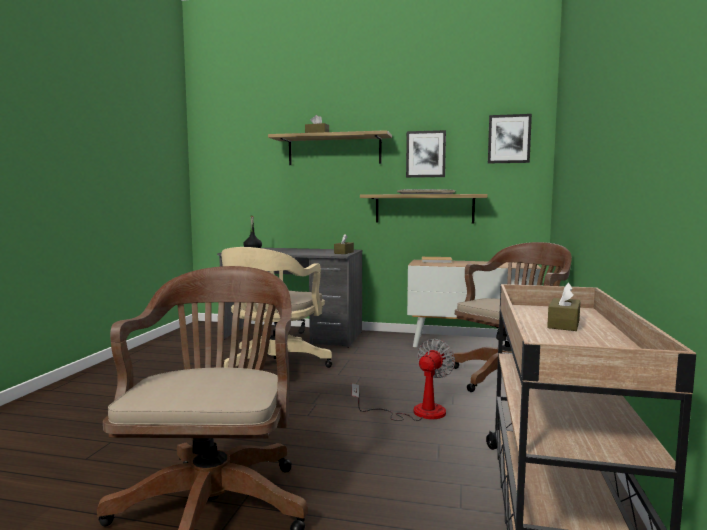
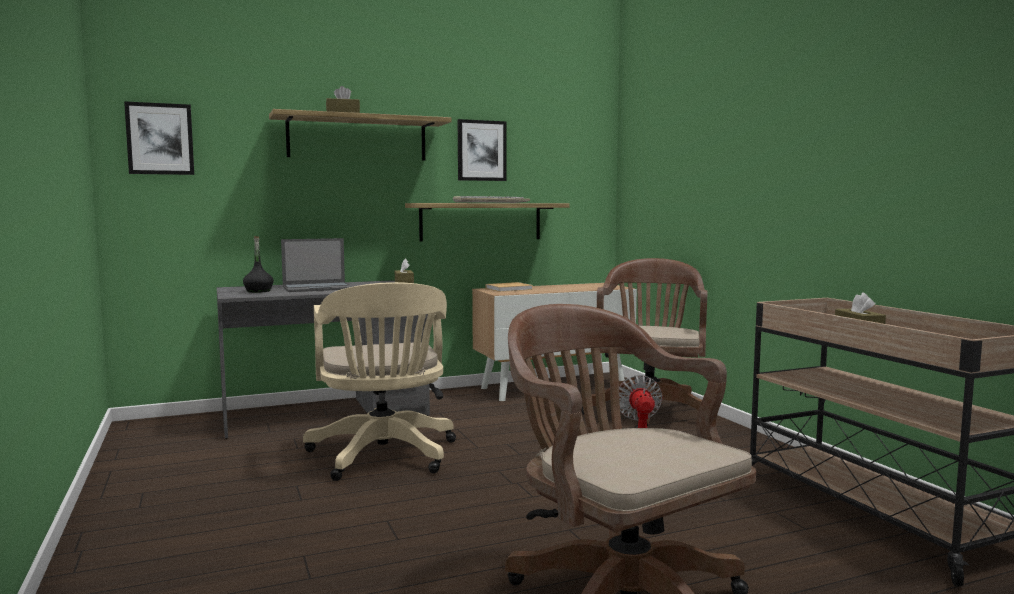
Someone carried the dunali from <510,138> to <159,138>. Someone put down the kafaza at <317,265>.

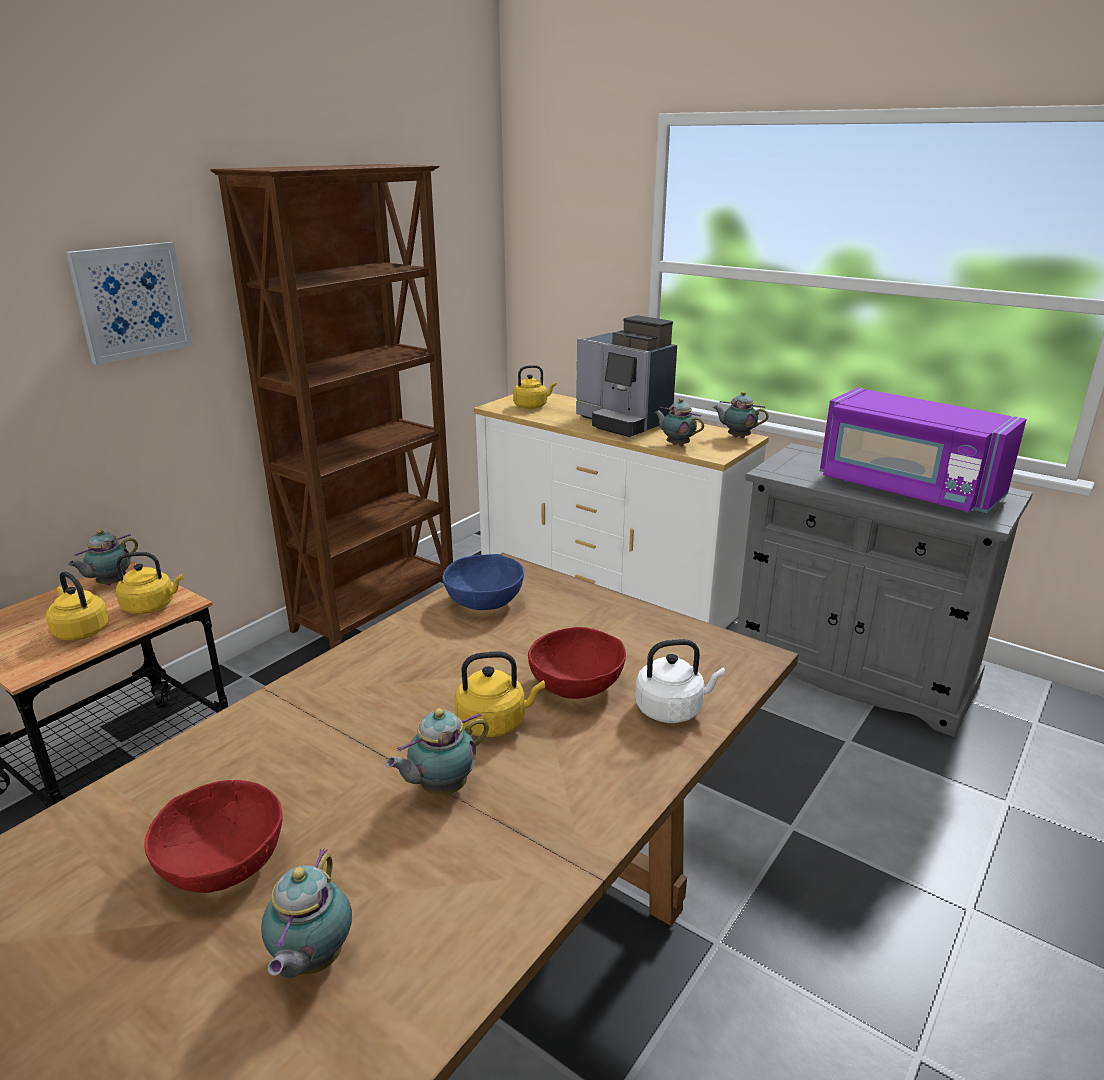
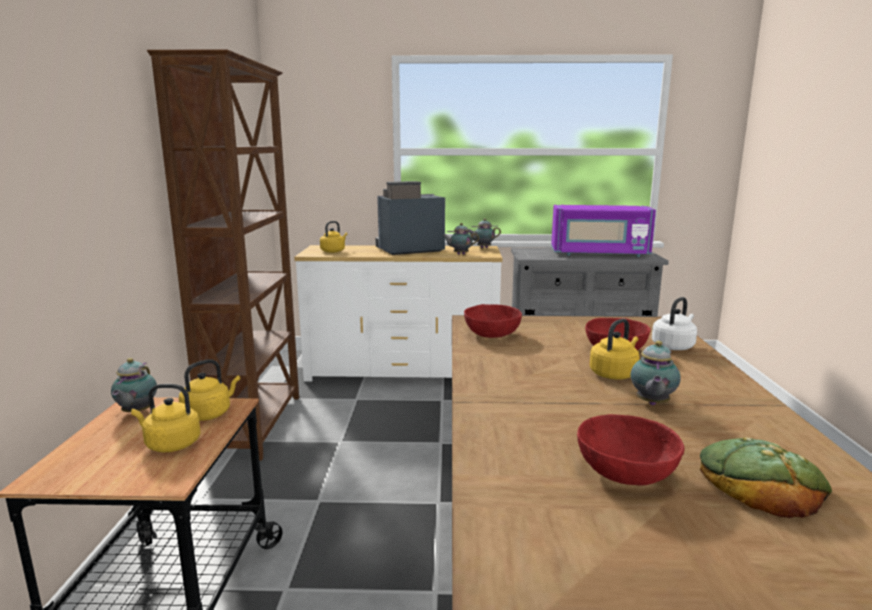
Someone took away the dunali at <129,303>. Someone rotated the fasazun at <626,376> by 150 degrees clockwise. Someone repainted the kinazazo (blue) at <483,582>, which became the kinazazo (red) at <493,321>. Someone swapped the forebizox at <306,913> for the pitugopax at <766,477>.

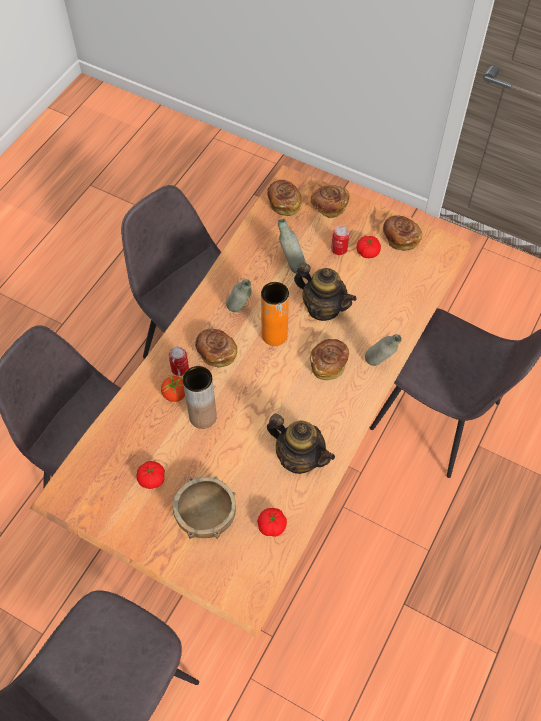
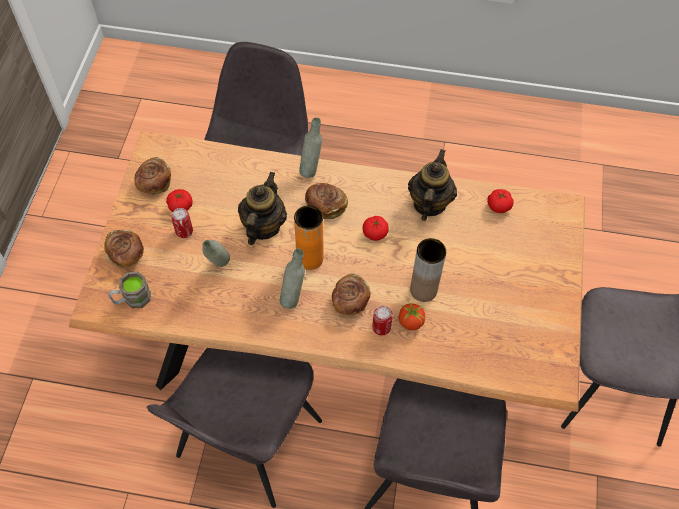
Someone swapped the pitugopax at <284,198> for the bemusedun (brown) at <129,289>. Someone carried the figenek from <150,475> to <376,228>. Someone took away the kinazazo (brown) at <204,507>.

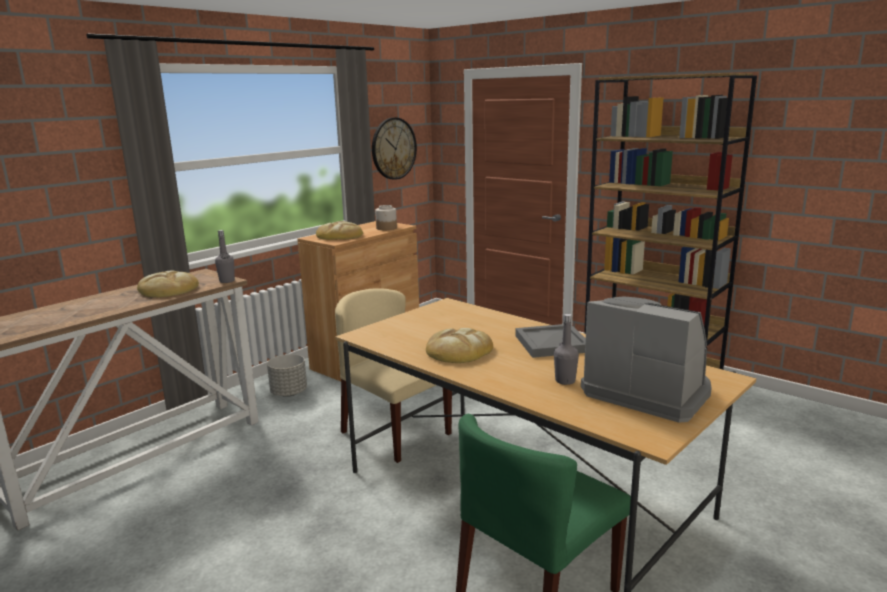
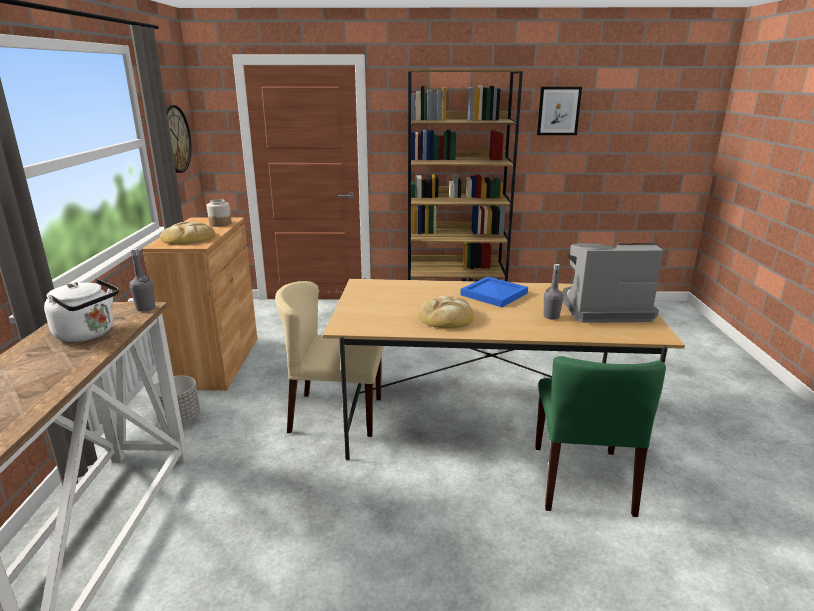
Someone swapped the pitugopax at <168,284> for the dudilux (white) at <81,310>. Someone repainted the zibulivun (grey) at <550,341>, which became the zibulivun (blue) at <494,291>. Someone put up the dunali at <559,111>.

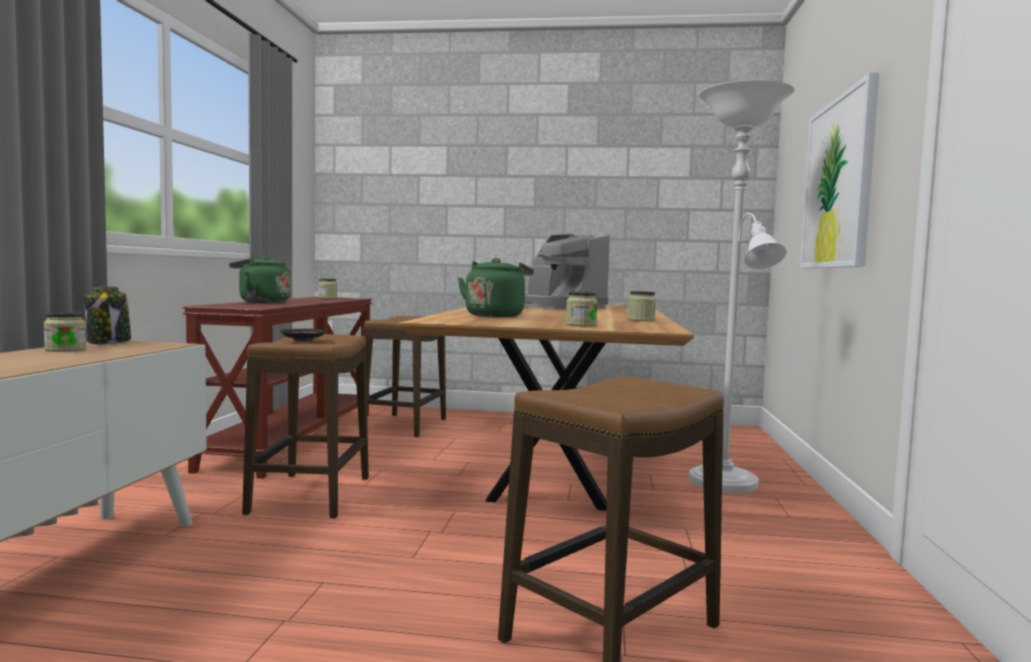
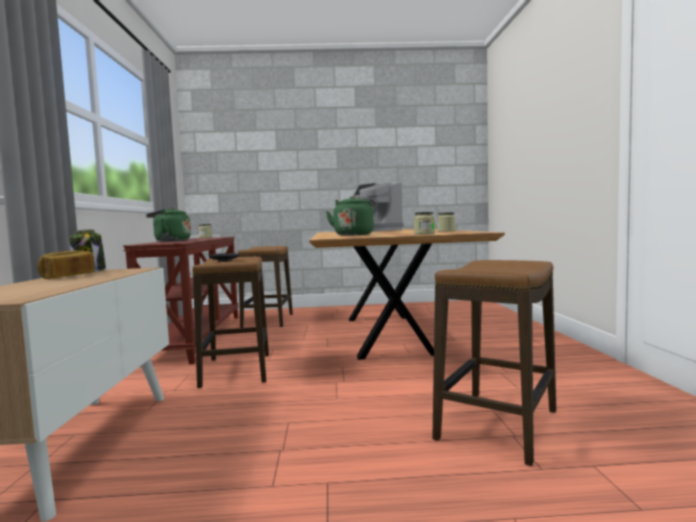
Someone took away the dunali at <839,170>. Someone took away the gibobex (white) at <742,286>. Someone swapped the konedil at <65,332> for the pitugopax at <65,264>.

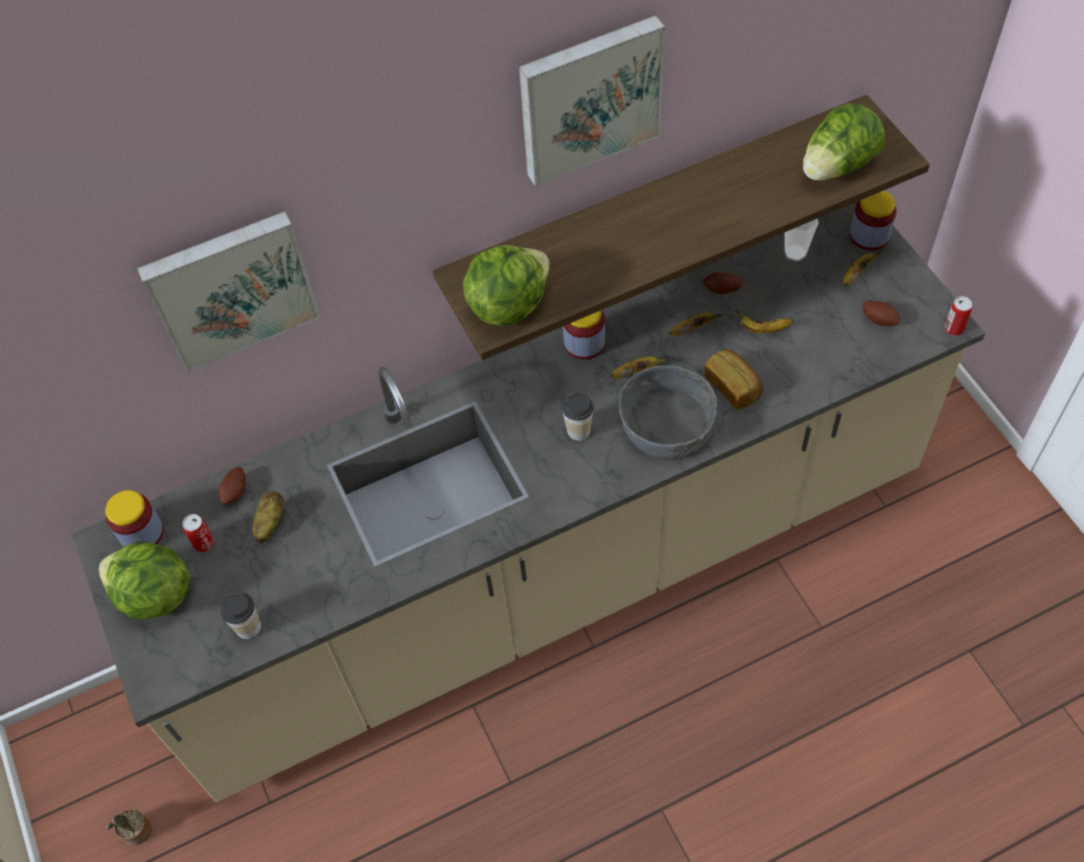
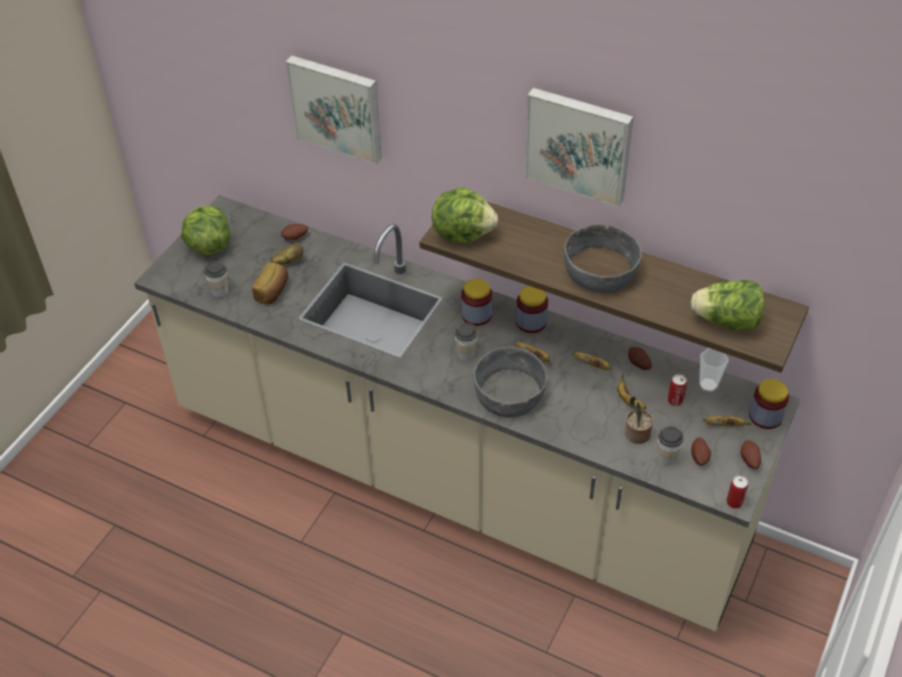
Someone carried the pitugopax from <733,379> to <270,283>. Someone carried the konedil from <134,518> to <476,302>. Someone carried the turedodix from <198,533> to <677,390>. Someone carried the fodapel from <129,827> to <639,420>. Someone put down the kinazazo (grey) at <603,258>. Someone put down the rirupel at <670,446>. Someone put down the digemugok at <750,454>.

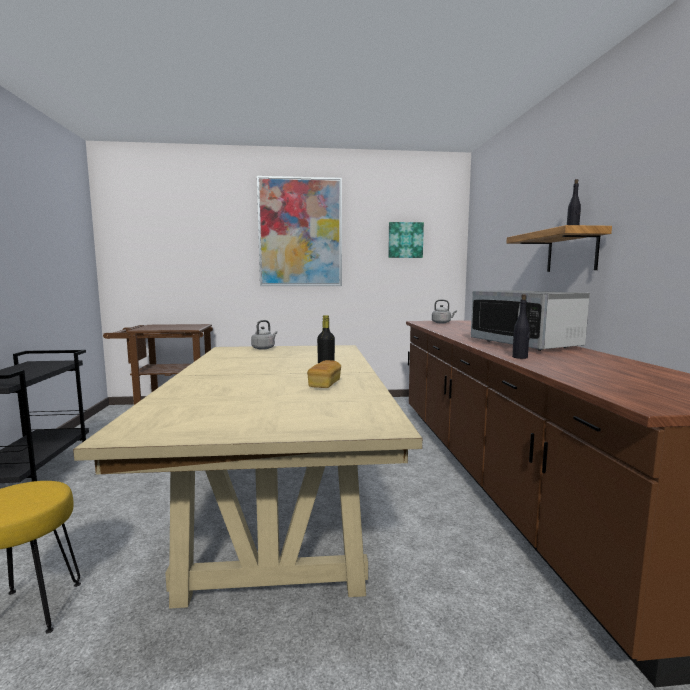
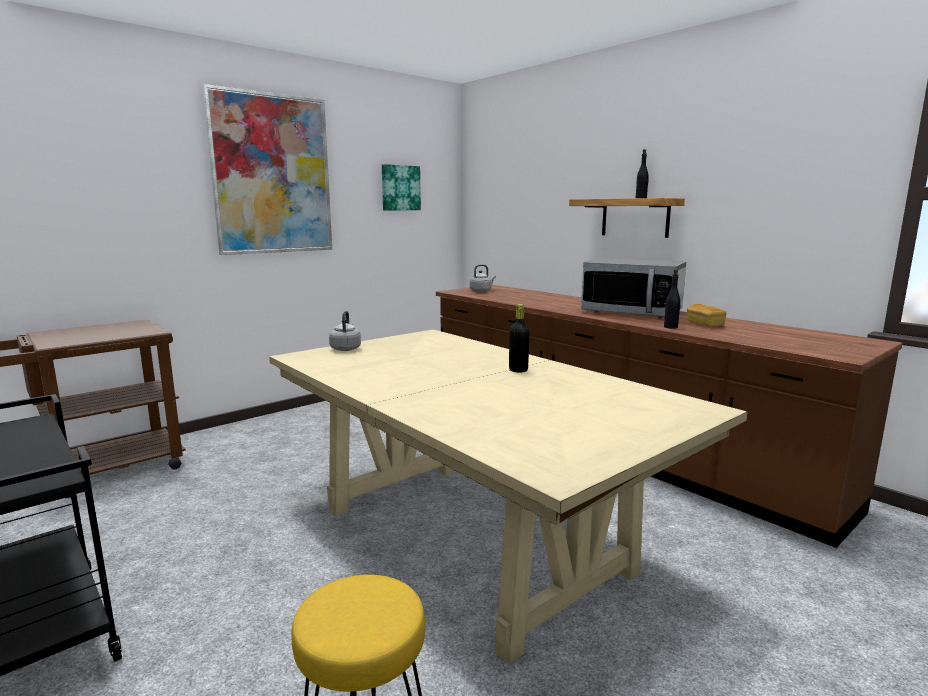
Someone carried the pitugopax from <324,374> to <706,315>.

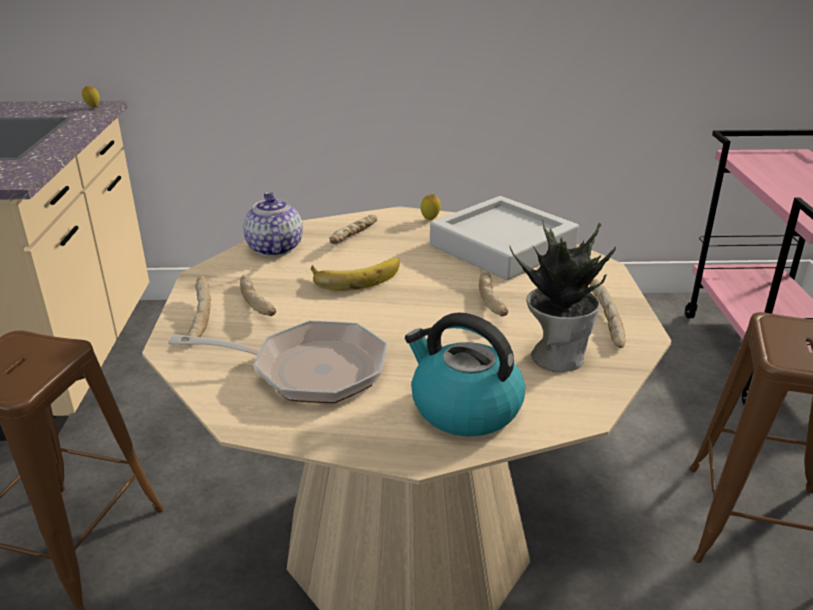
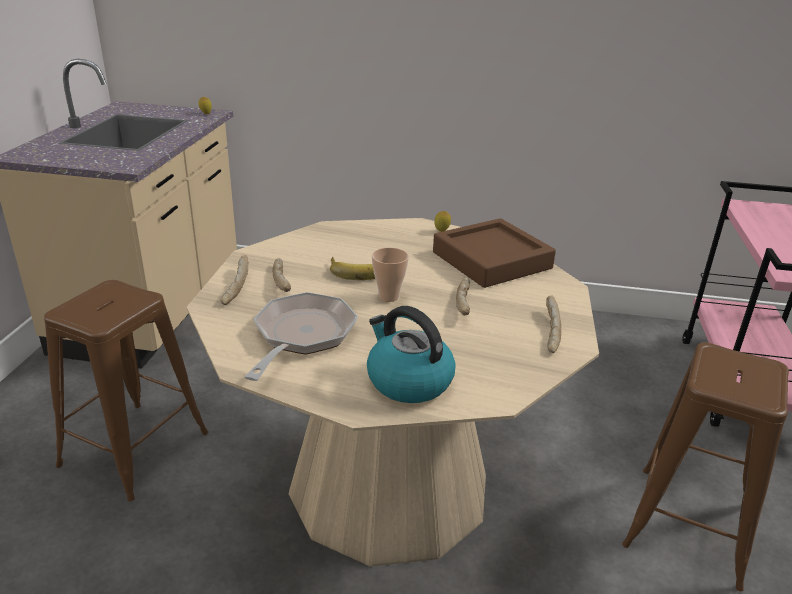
Someone took away the forebizox at <273,224>. Someone repainted the zibulivun (grey) at <504,238>, which became the zibulivun (brown) at <494,253>. Someone took away the pitugopax at <353,229>. Someone took away the fodapel at <563,296>. Someone rotated the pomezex at <278,361> by 90 degrees counterclockwise. Someone put down the rirupel at <390,275>.

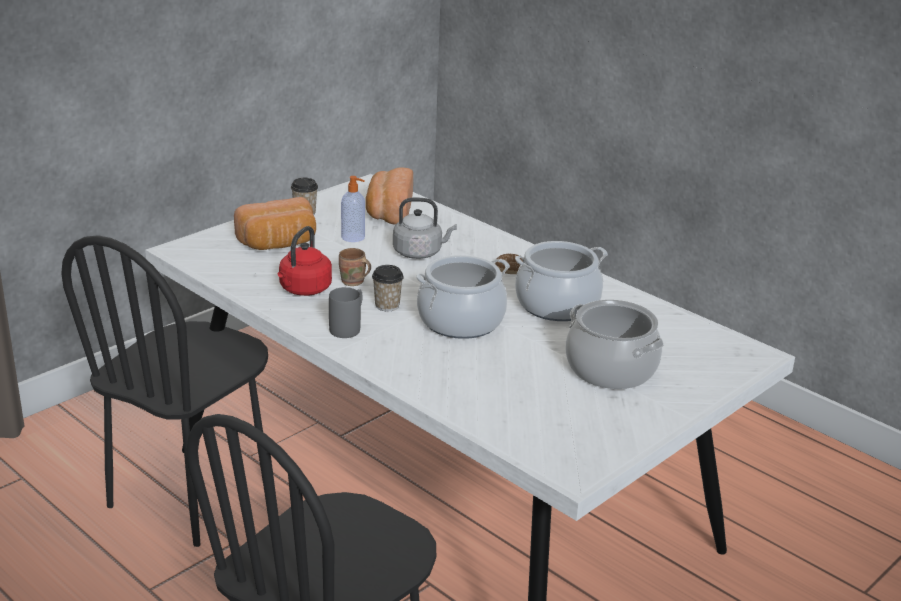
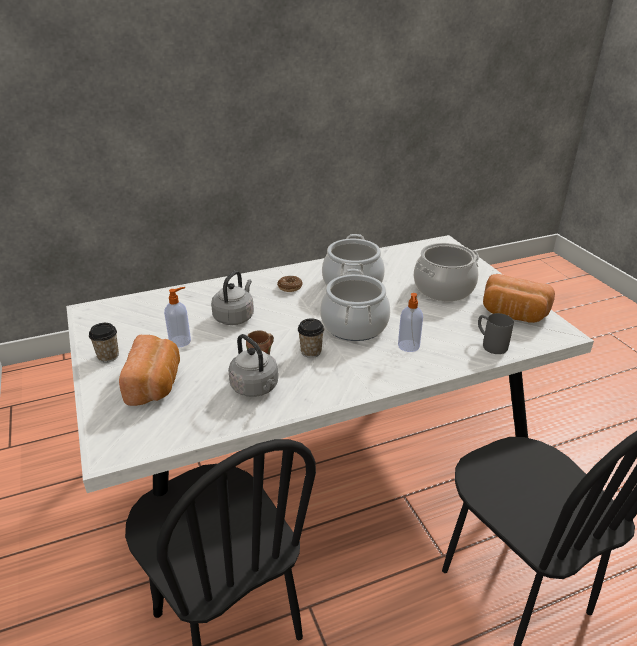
Someone carried the pitugopax from <389,196> to <519,298>. Someone repainted the dudilux (red) at <305,261>, which became the dudilux (grey) at <253,365>. Someone carried the bemusedun (grey) from <345,312> to <496,333>. Someone put down the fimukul at <410,322>.

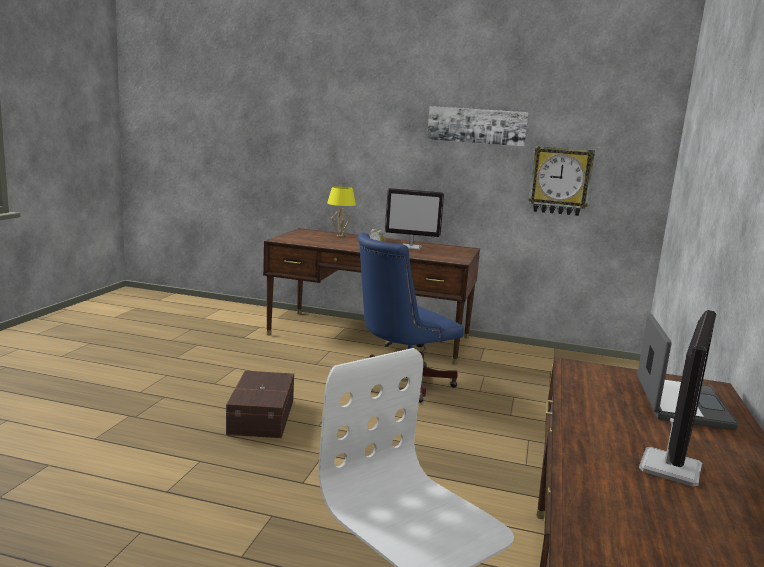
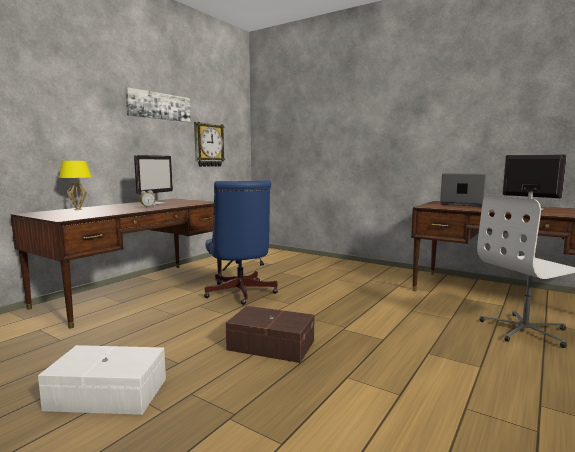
Someone put down the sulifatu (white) at <102,380>.

